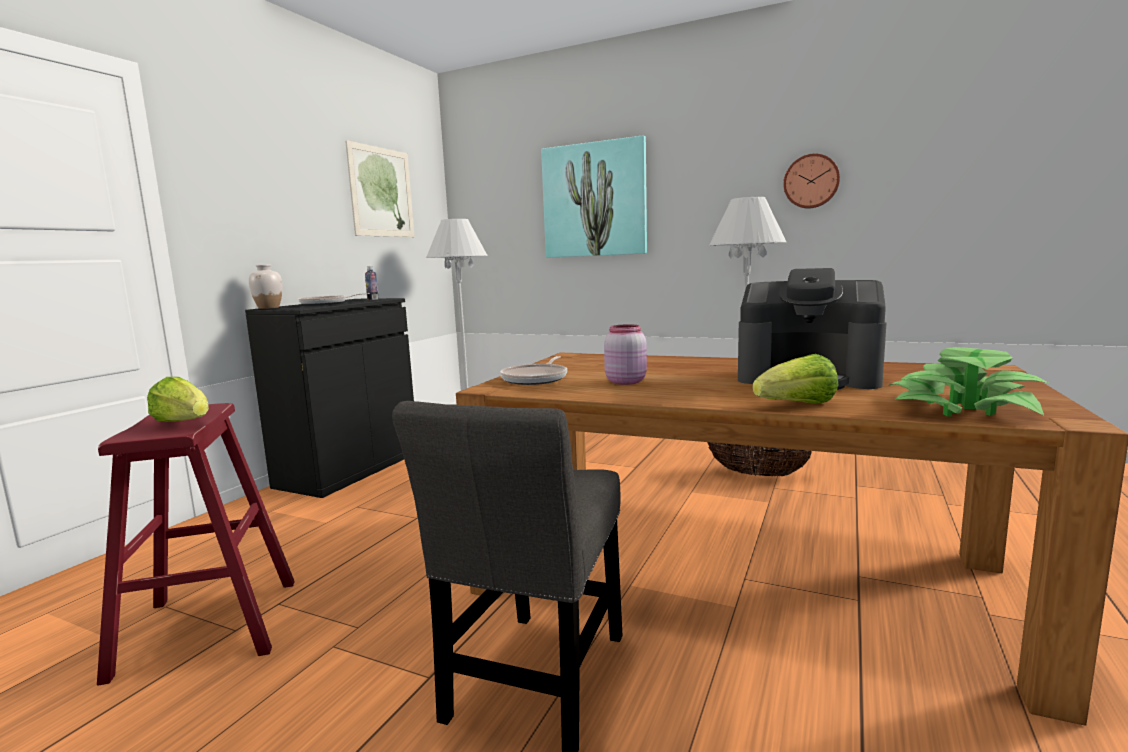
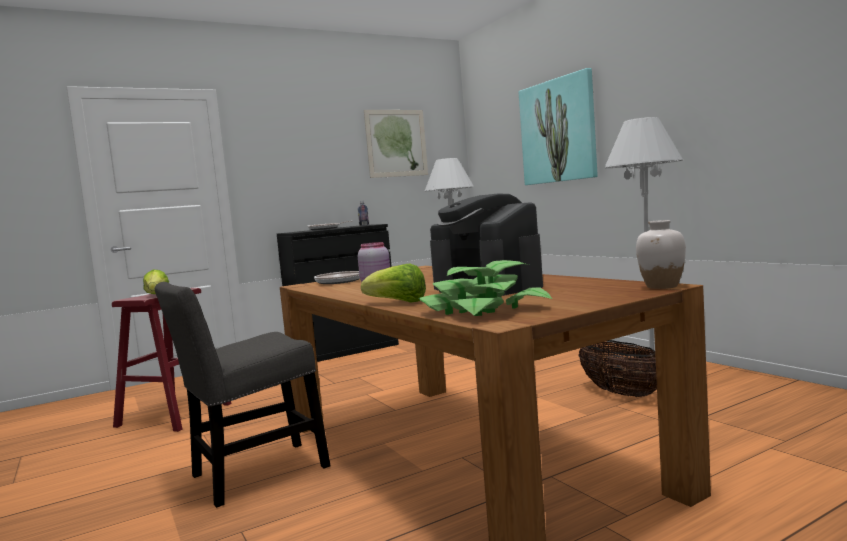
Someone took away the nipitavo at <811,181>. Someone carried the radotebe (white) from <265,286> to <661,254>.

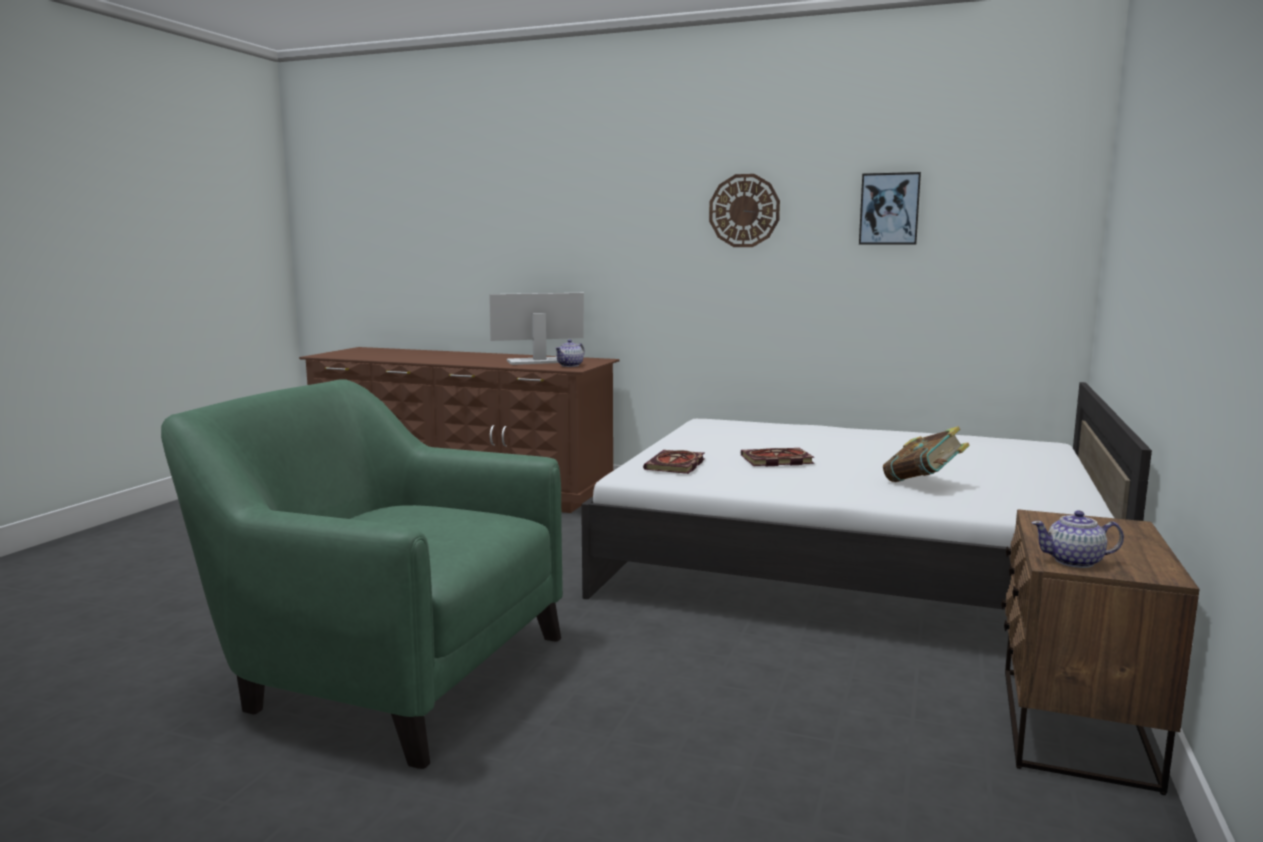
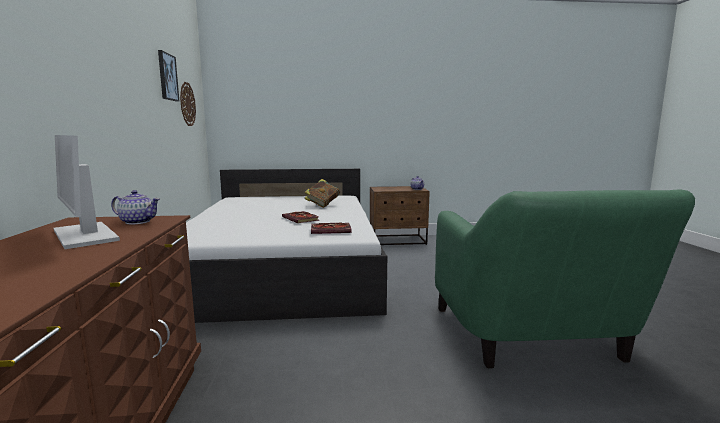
Someone carried the nipitavo from <744,210> to <188,104>.

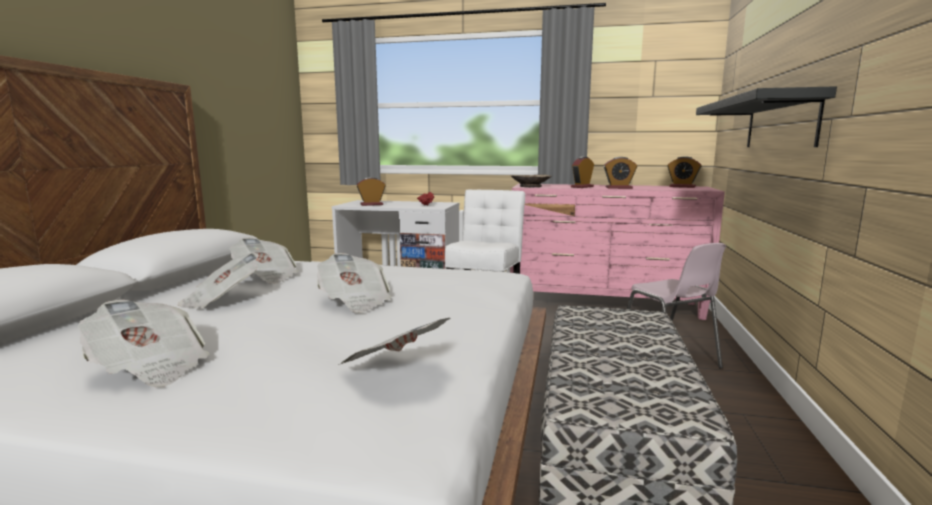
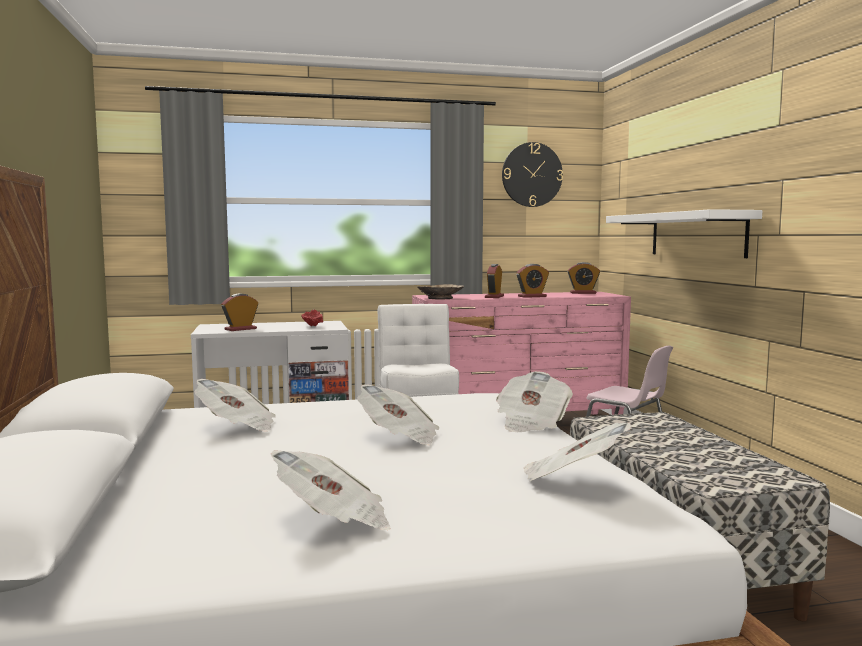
Someone repainted the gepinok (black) at <766,116>, which became the gepinok (white) at <684,233>. Someone carried the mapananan from <218,280> to <534,401>. Someone put up the nipitavo at <532,174>.

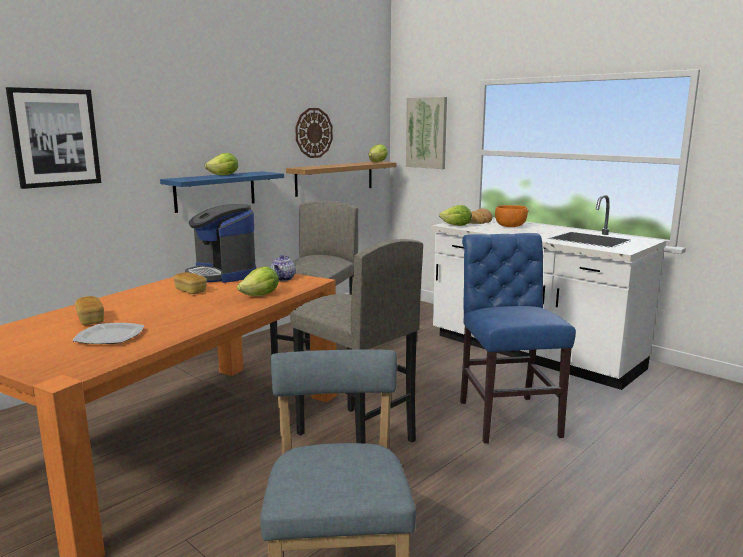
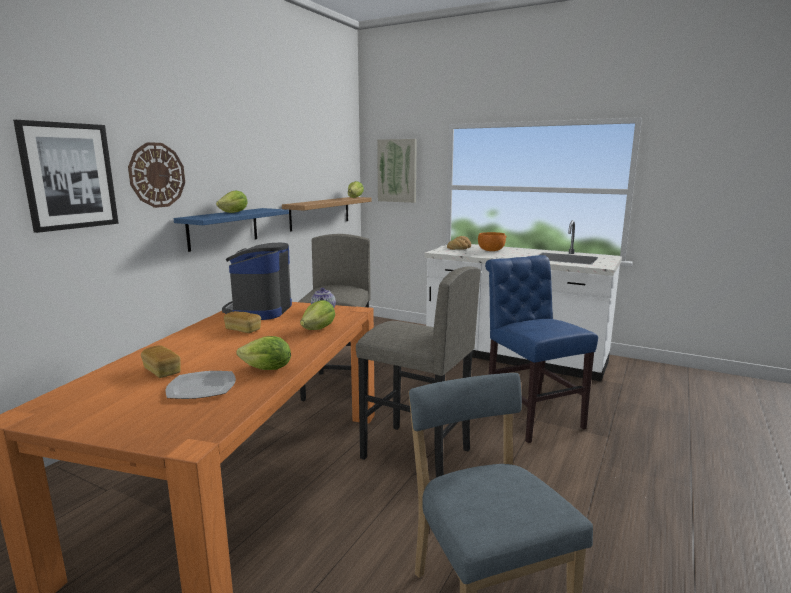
Someone carried the nipitavo from <314,133> to <156,175>. Someone rotated the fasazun at <220,243> by 60 degrees clockwise. Someone carried the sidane from <455,215> to <263,353>.

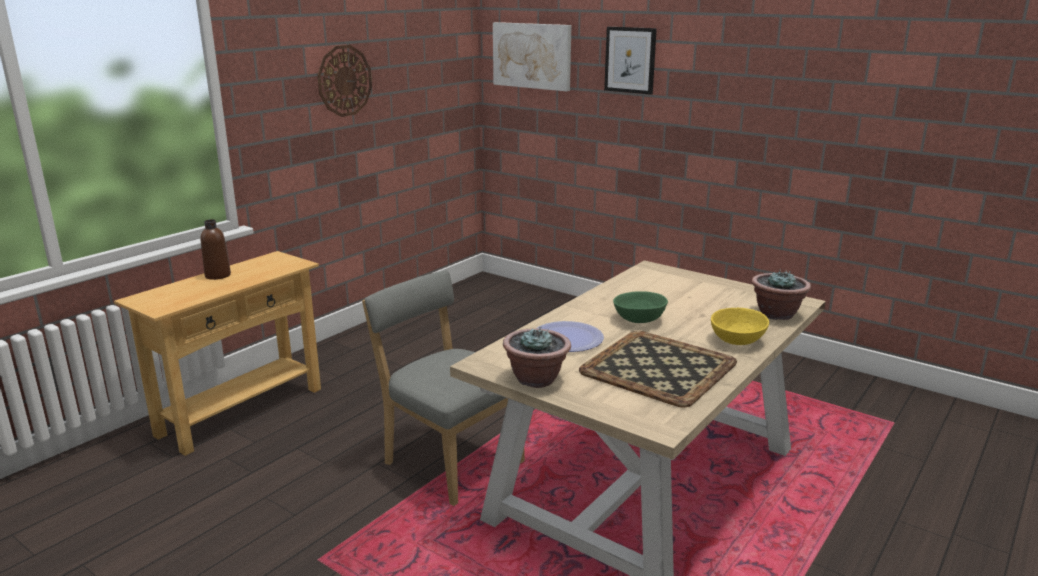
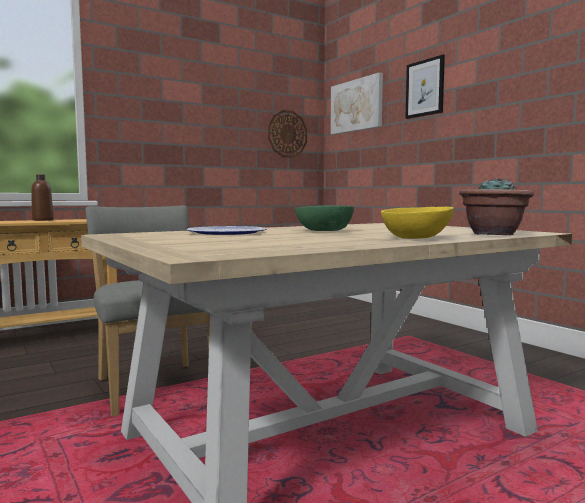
Someone carried the nipitavo from <344,81> to <287,134>. Someone took away the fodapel at <537,358>. Someone took away the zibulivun at <658,369>.

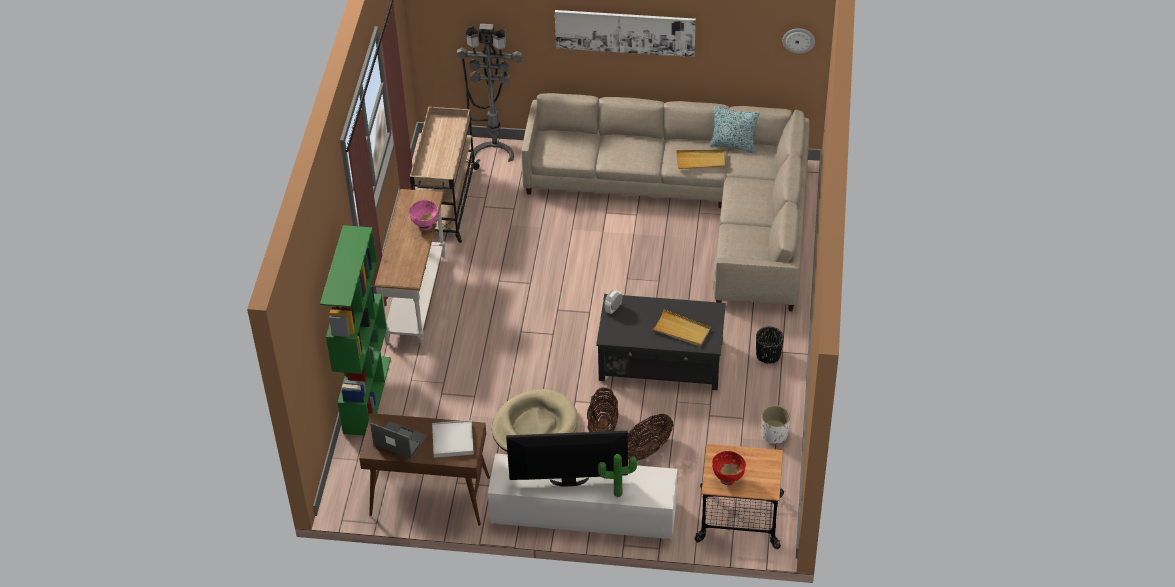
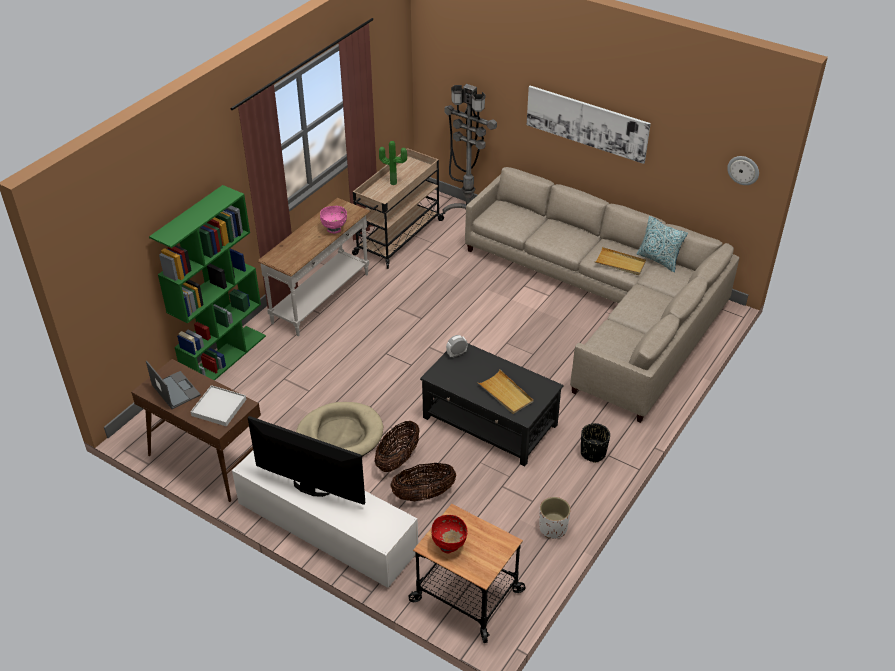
Someone carried the fodapel from <617,475> to <393,163>.

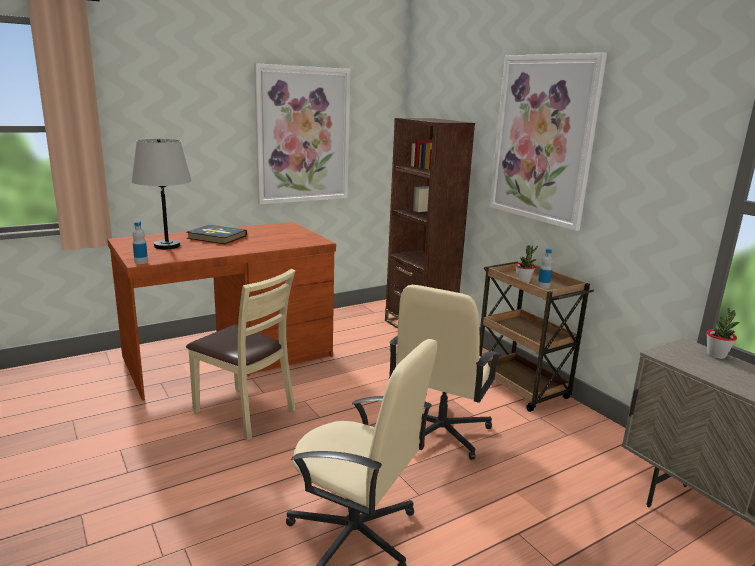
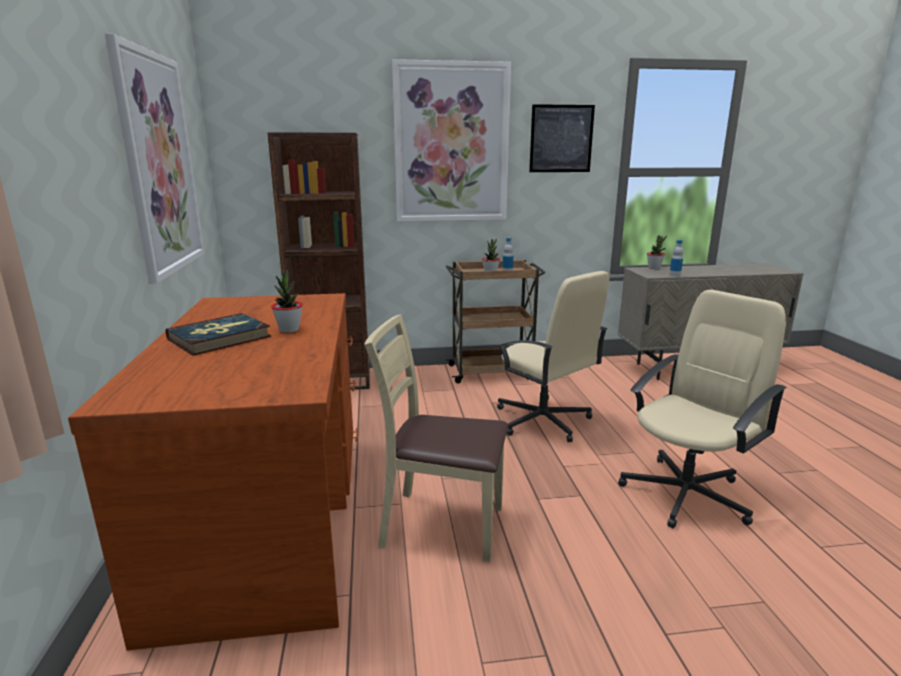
Someone took away the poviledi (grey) at <161,194>. Someone carried the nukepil from <140,242> to <676,258>. Someone rotated the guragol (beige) at <240,354> by 135 degrees counterclockwise. Someone put up the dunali at <562,138>. Someone put down the fodapel at <287,301>.

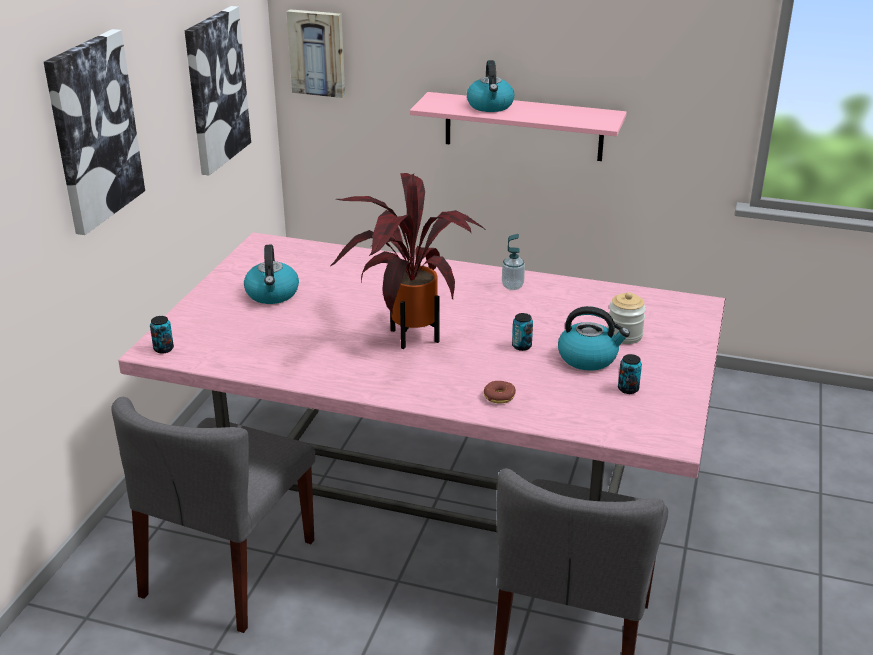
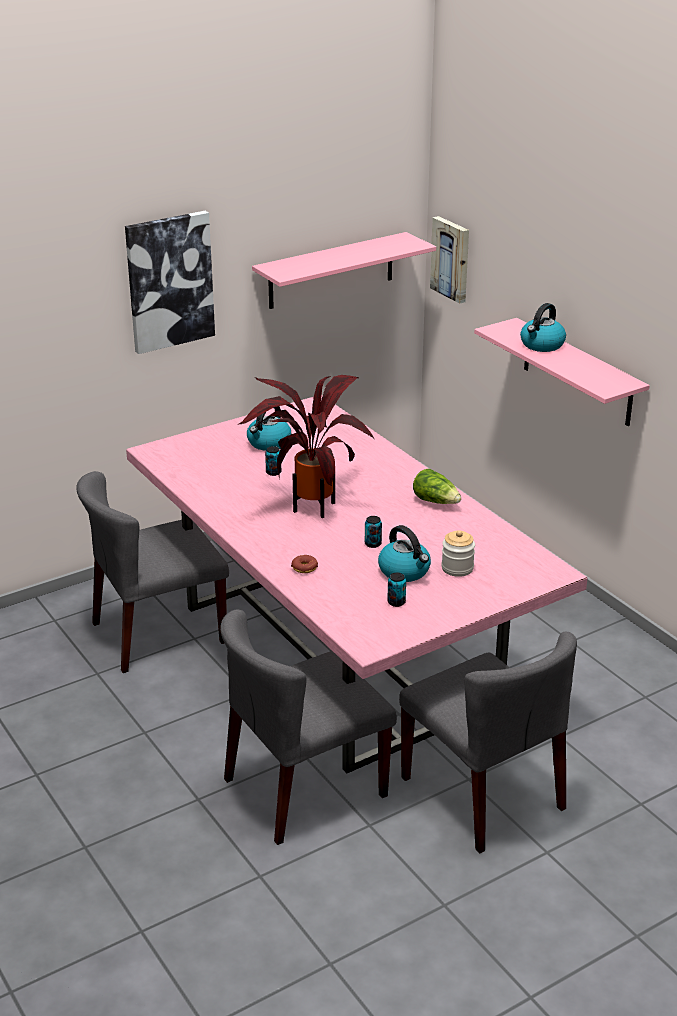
Someone swapped the dunali at <218,91> for the gepinok (pink) at <344,270>. Someone swapped the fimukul at <513,262> for the sidane at <437,486>. Someone carried the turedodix from <162,335> to <273,461>. Someone put down the guragol (grey) at <488,742>.

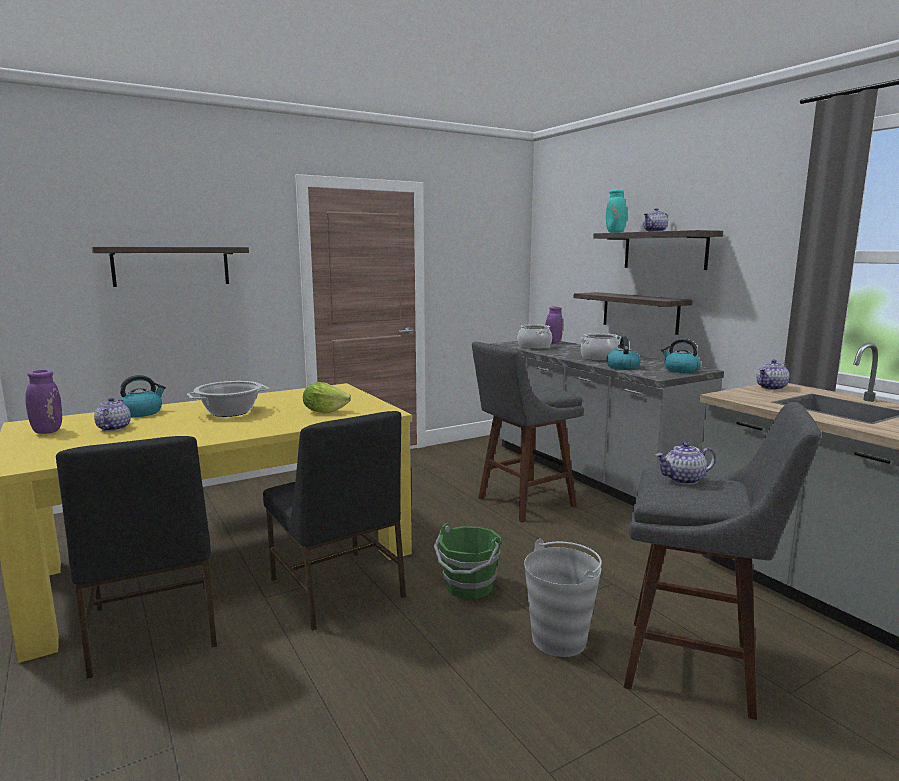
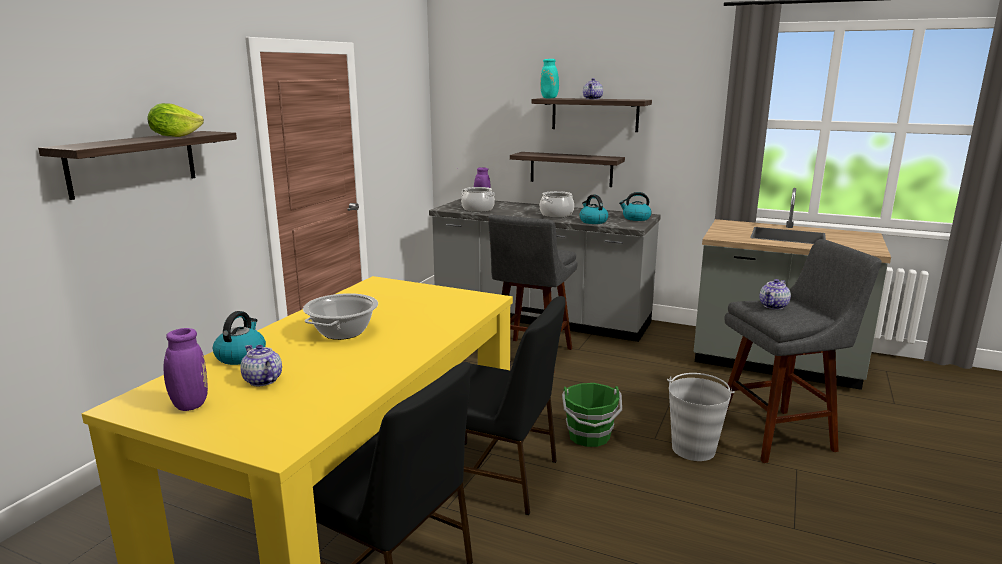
Someone took away the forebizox at <772,374>. Someone carried the sidane from <327,397> to <175,120>.

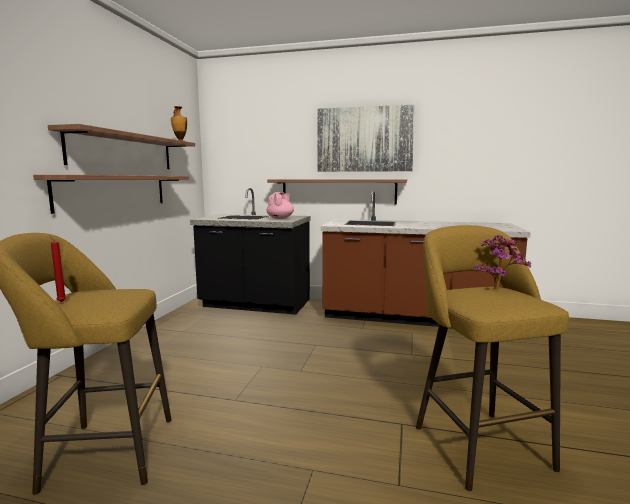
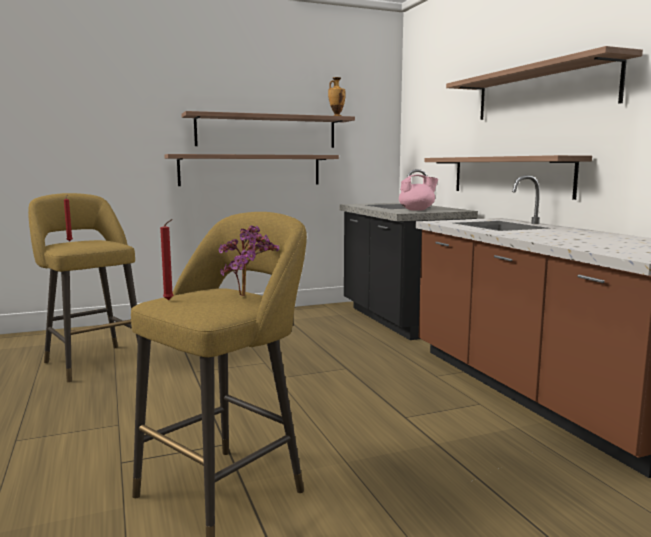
Someone swapped the dunali at <366,138> for the gepinok at <544,83>. Someone put down the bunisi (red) at <167,259>.

